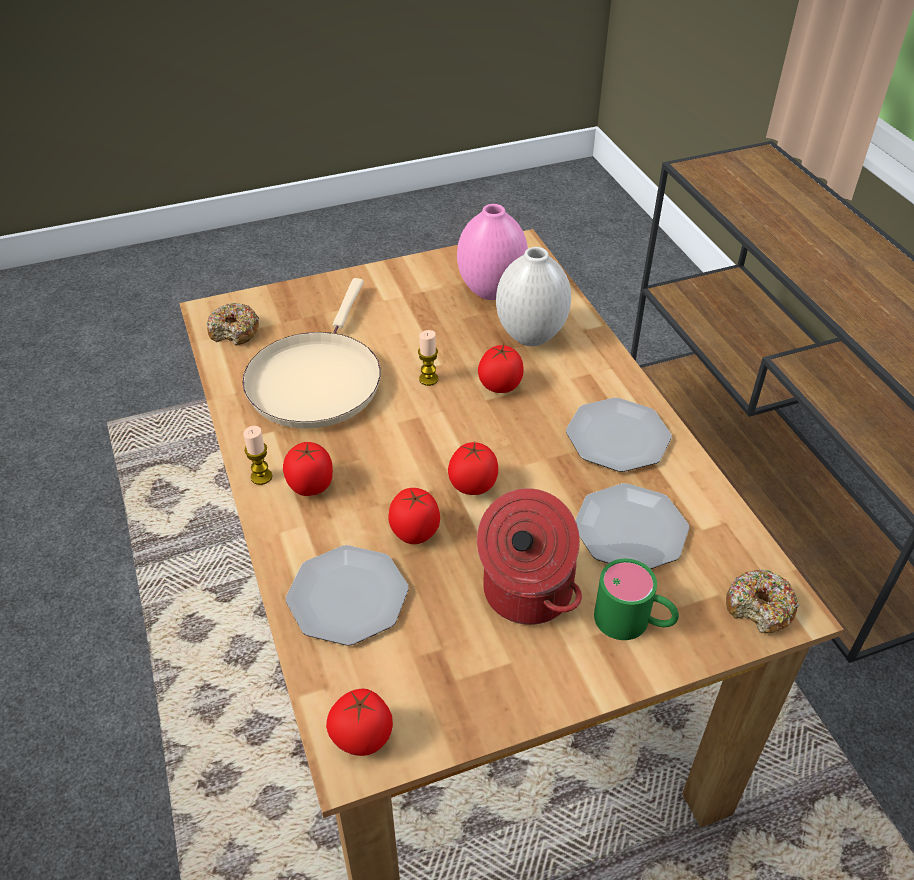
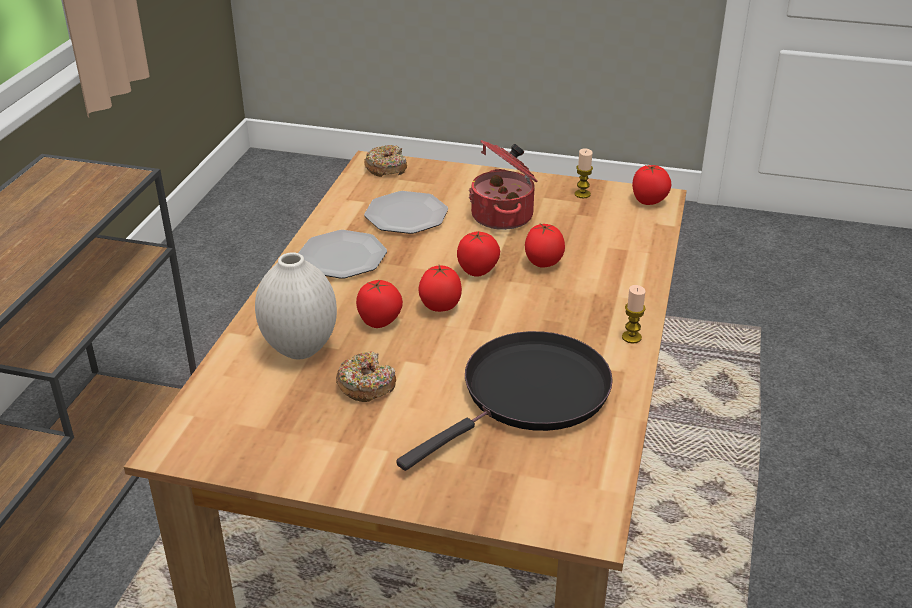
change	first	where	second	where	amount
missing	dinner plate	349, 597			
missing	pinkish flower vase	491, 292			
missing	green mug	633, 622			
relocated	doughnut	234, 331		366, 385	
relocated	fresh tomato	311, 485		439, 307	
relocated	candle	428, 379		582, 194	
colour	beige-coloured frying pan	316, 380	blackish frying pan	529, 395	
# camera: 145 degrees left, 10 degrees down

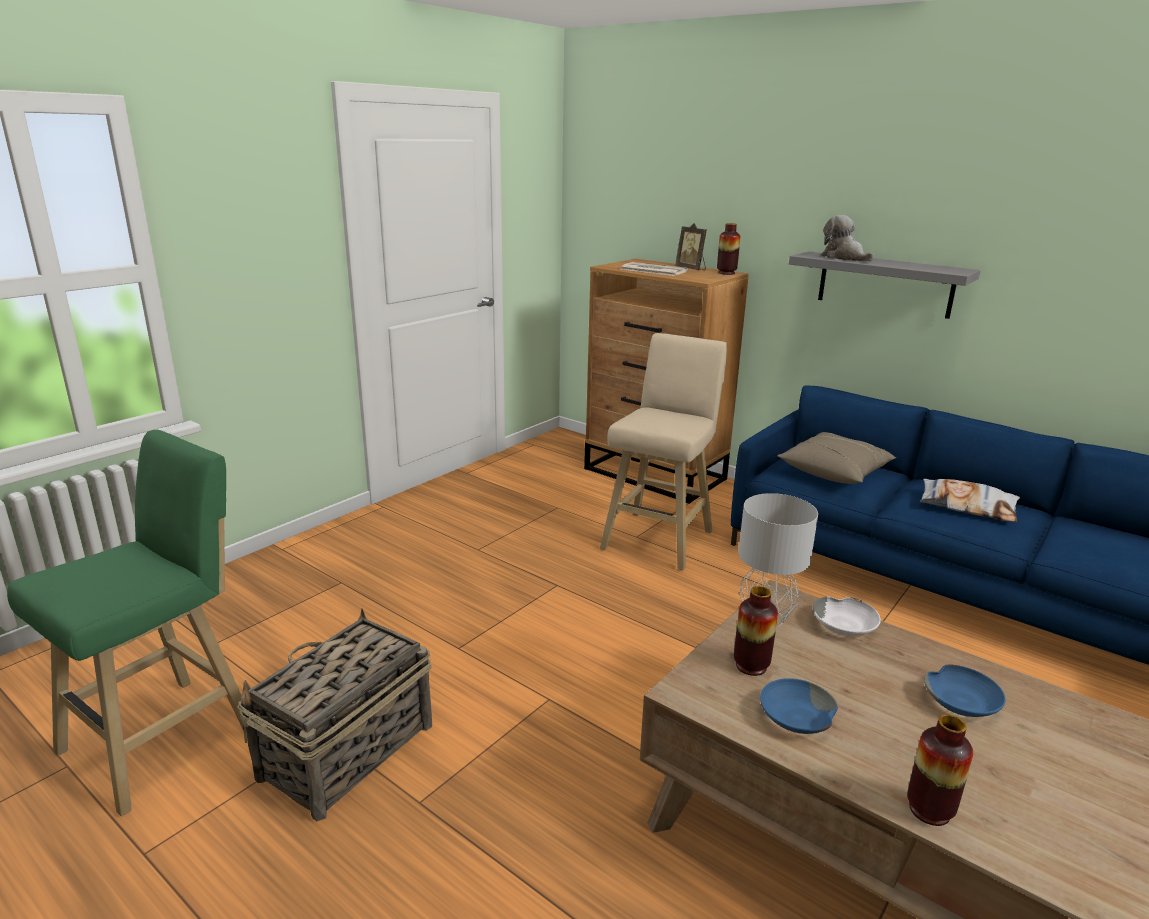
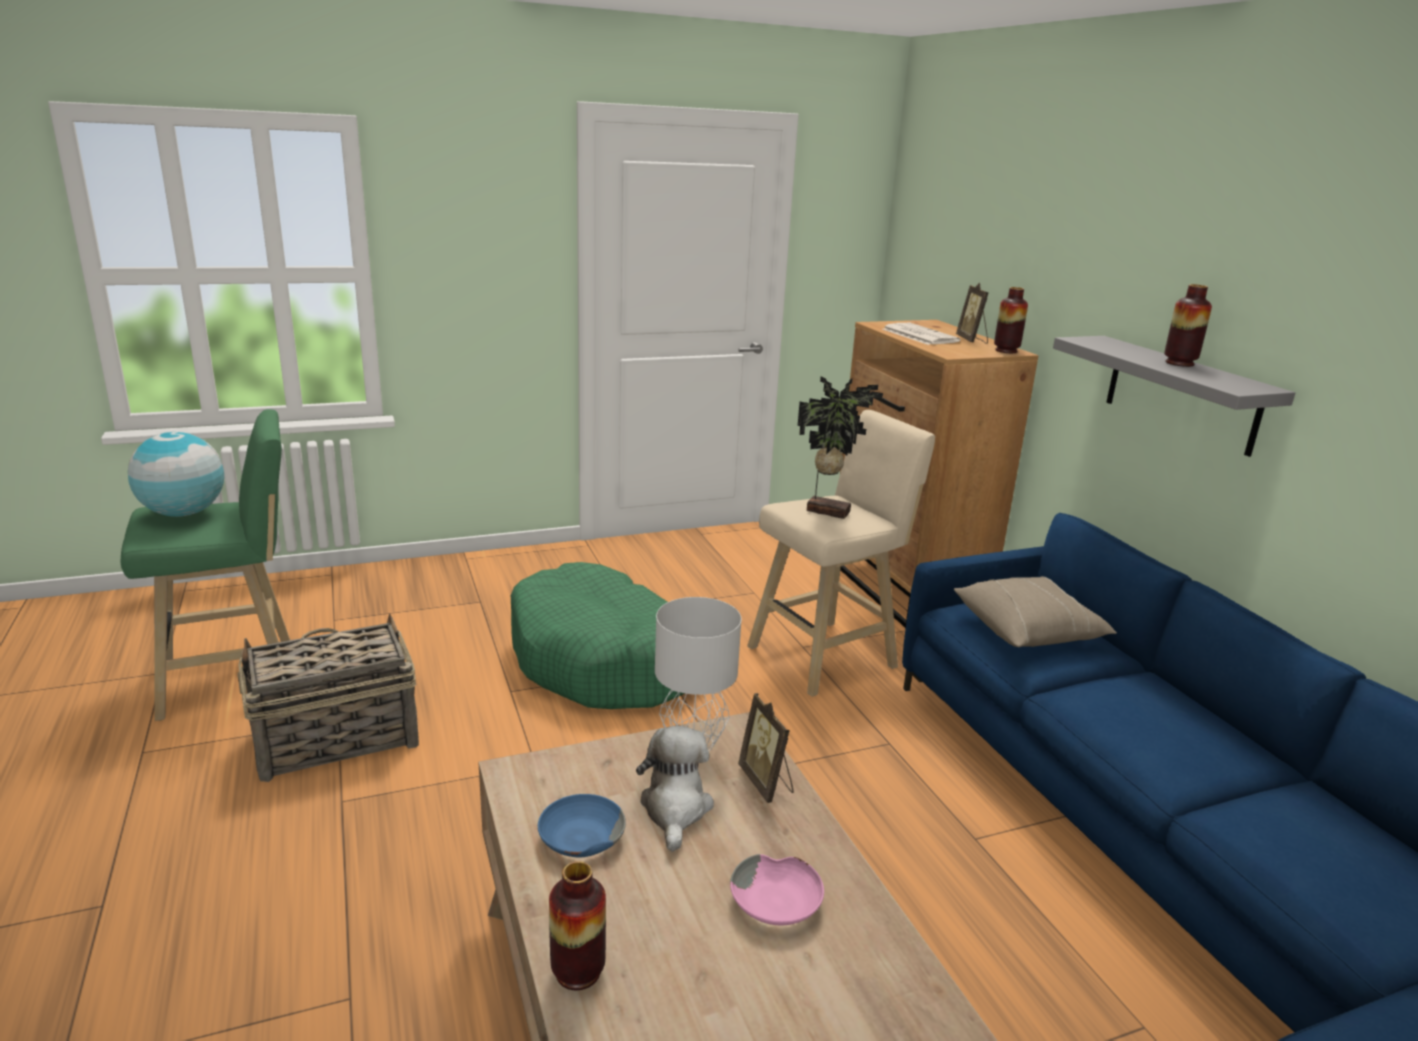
change	first	where	second	where	amount
missing	pillow	967, 506			
appeared			world globe	184, 513	
appeared			green dog cushion	606, 661	
appeared			potted plant	828, 510	
relocated	flower vase	751, 666		1179, 363	
relocated	soft toy	844, 258		675, 808	
exchanged	white-coloured serving bowl	845, 625	standing frame	766, 782	
colour	blue-coloured serving bowl	962, 701	pinkish serving bowl	777, 903	
# camera: 30 degrees right, 0 degrees up

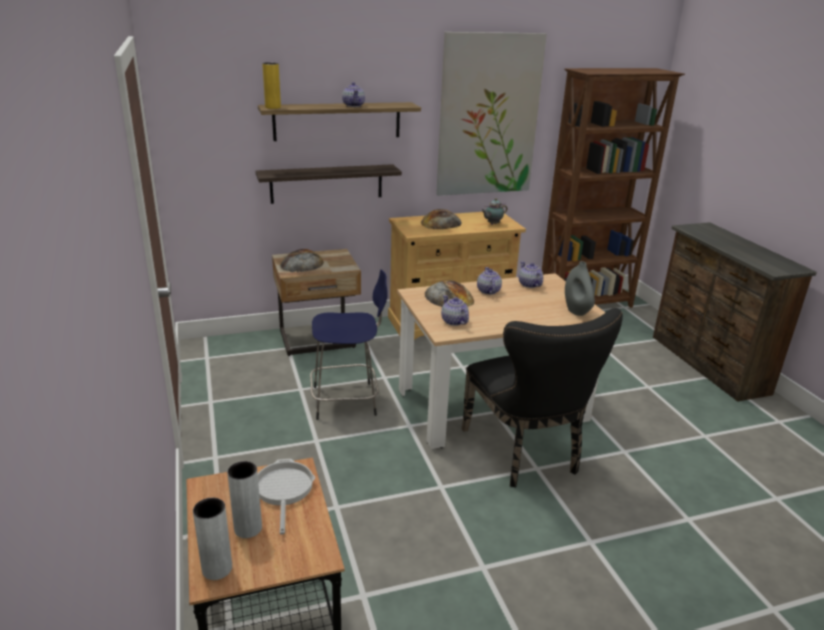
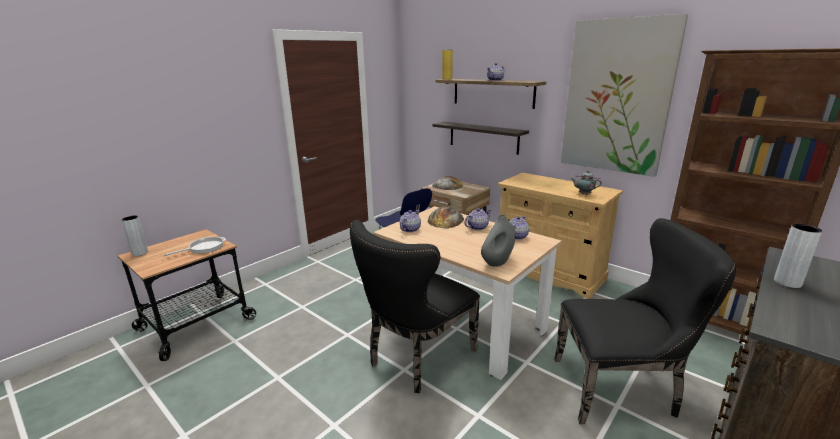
change	first	where	second	where	amount
missing	baked bread	441, 223			
appeared			blackish upright chair	621, 388	
relocated	greyish flower vase	248, 528		787, 282	
# camera: 60 degrees right, 5 degrees down

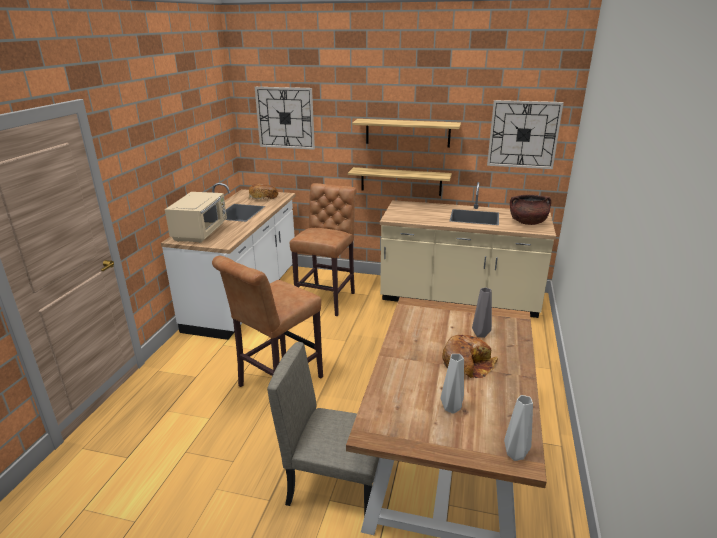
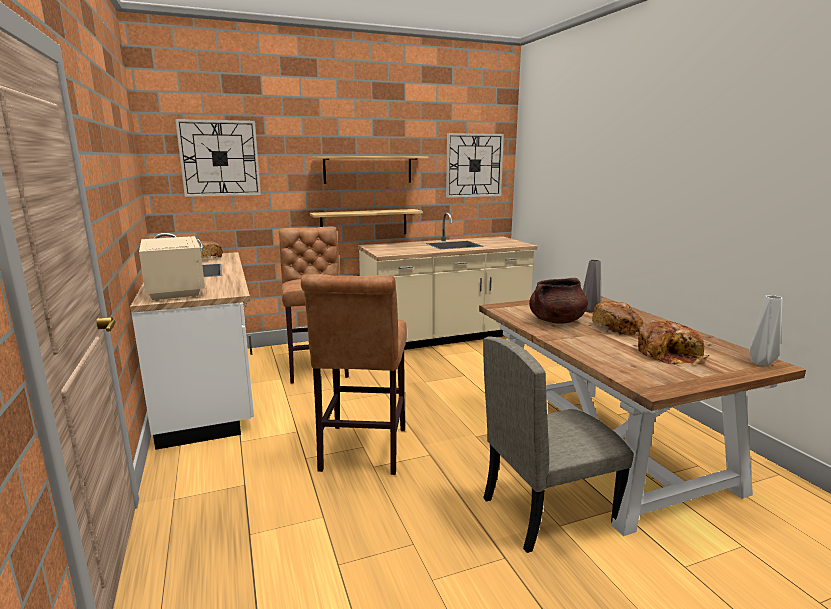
change	first	where	second	where	amount
relocated	brownish saucepot	527, 222		556, 321	
exchanged	greyish flower vase	452, 409	baked bread	669, 354	
# camera: 35 degrees left, 10 degrees down

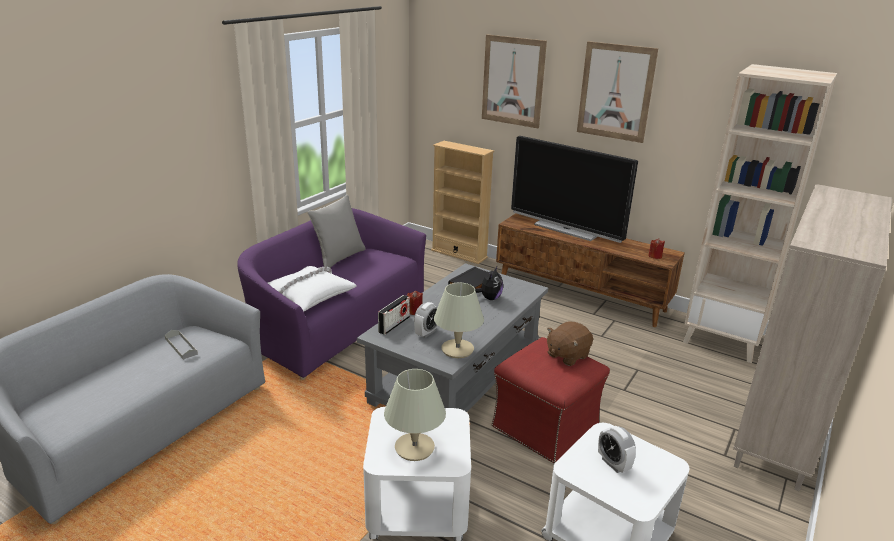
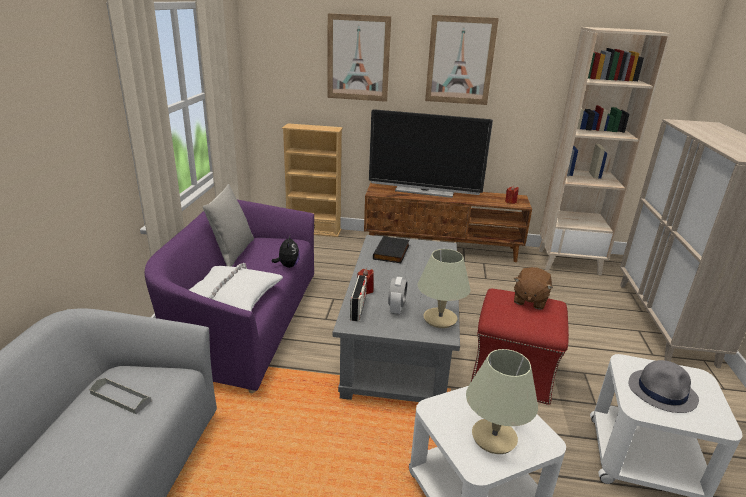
change	first	where	second	where	amount
relocated	soft toy	489, 298		288, 266	
exchanged	bedside clock	613, 464	greyish wearable hat	662, 391	
# camera: 25 degrees left, 0 degrees up

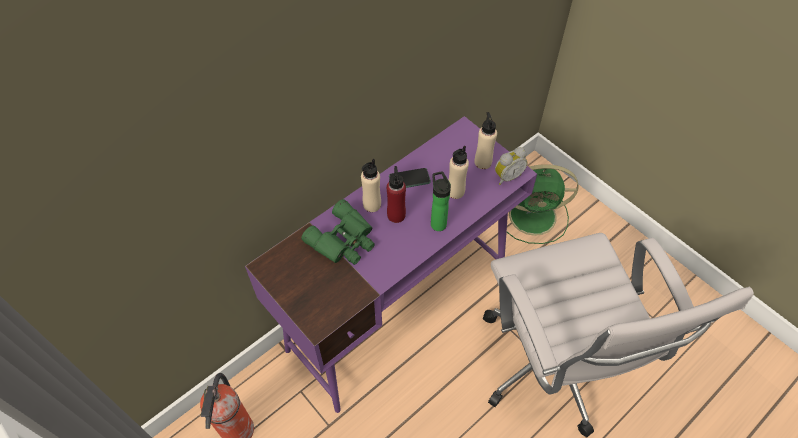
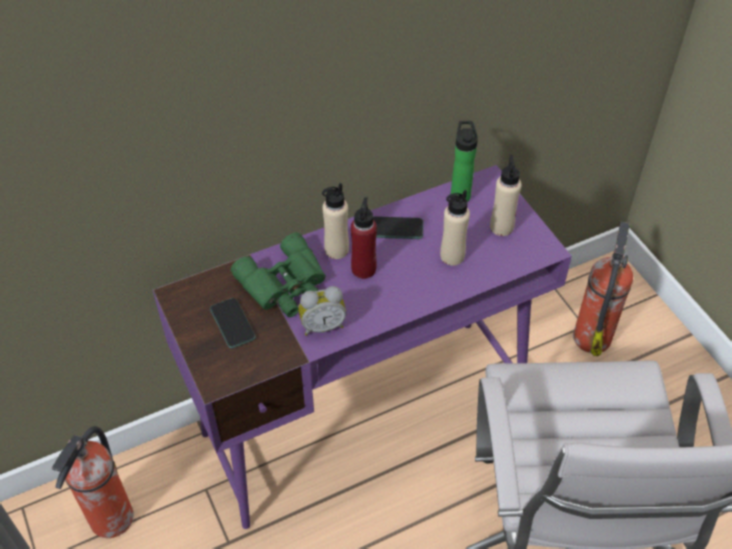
change	first	where	second	where	amount
appeared			handset	232, 323	
relocated	drink bottle	437, 222		460, 194	
relocated	bedside clock	507, 176		322, 325	
exchanged	green fan	534, 215	fire extinguisher	592, 336	
# camera: 15 degrees right, 5 degrees down

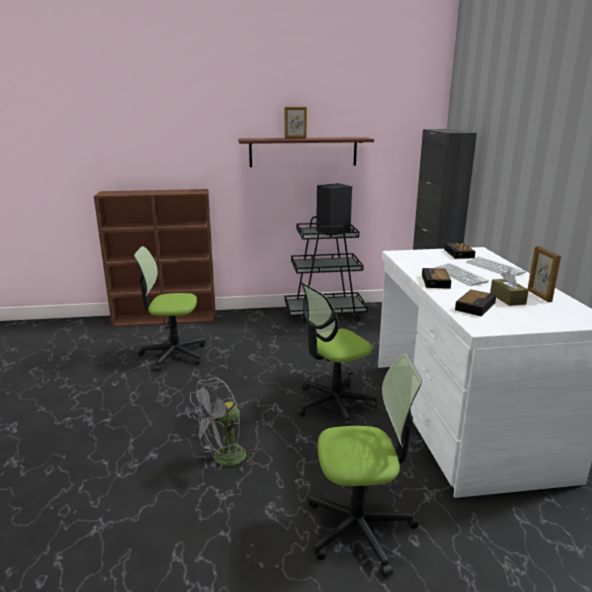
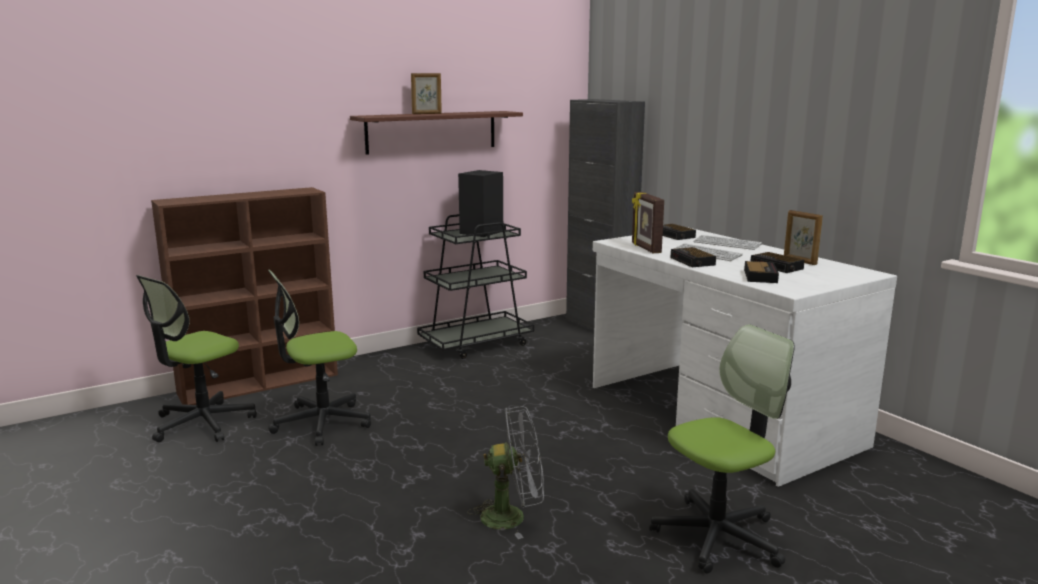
change	first	where	second	where	amount
appeared			standing frame	645, 248	
relocated	office chair	334, 404		202, 423	
exchanged	brownish tissue holder	507, 298	bedside clock	777, 267	
spun	greyish fan	223, 460		512, 516	120 degrees counterclockwise
# camera: 25 degrees left, 5 degrees down

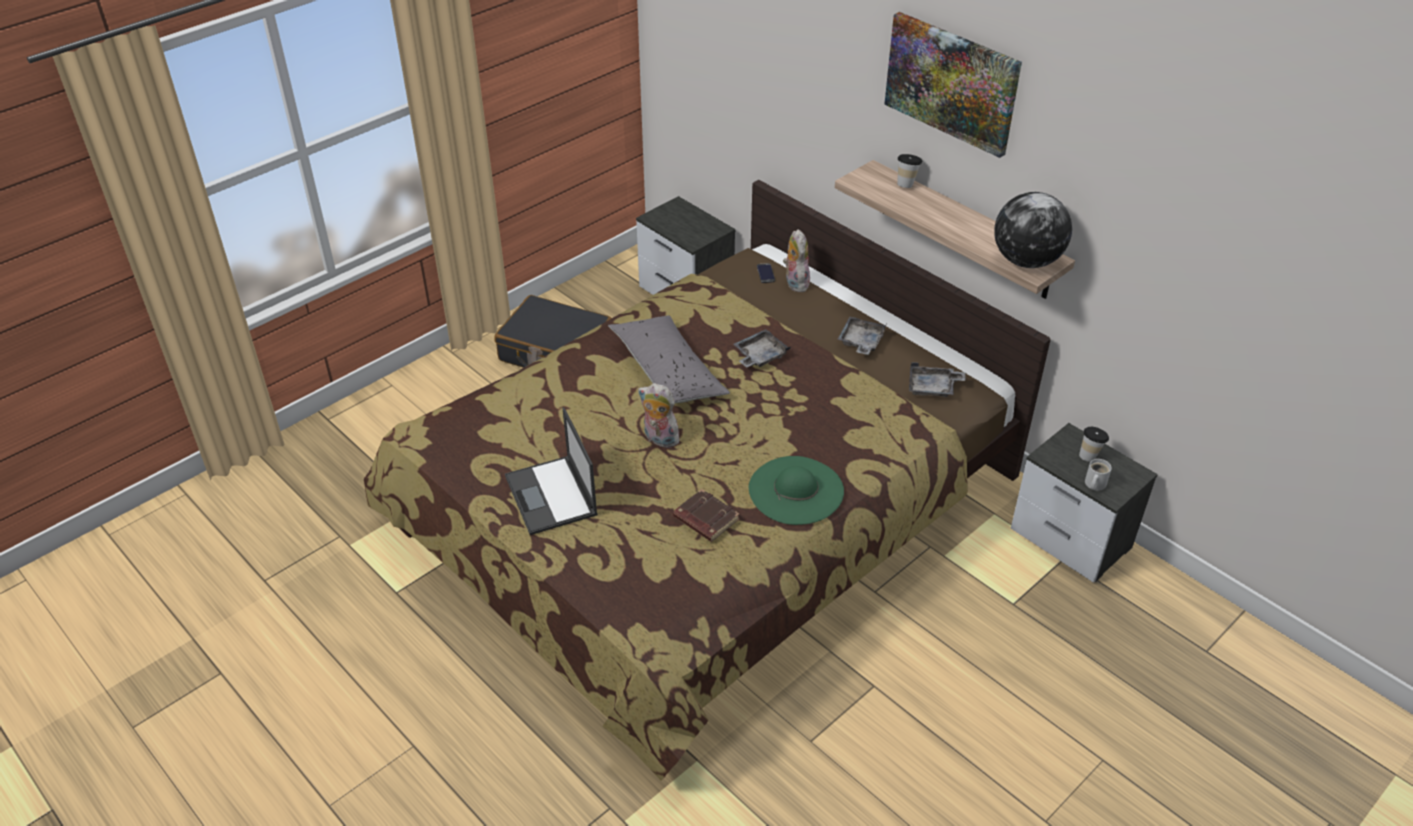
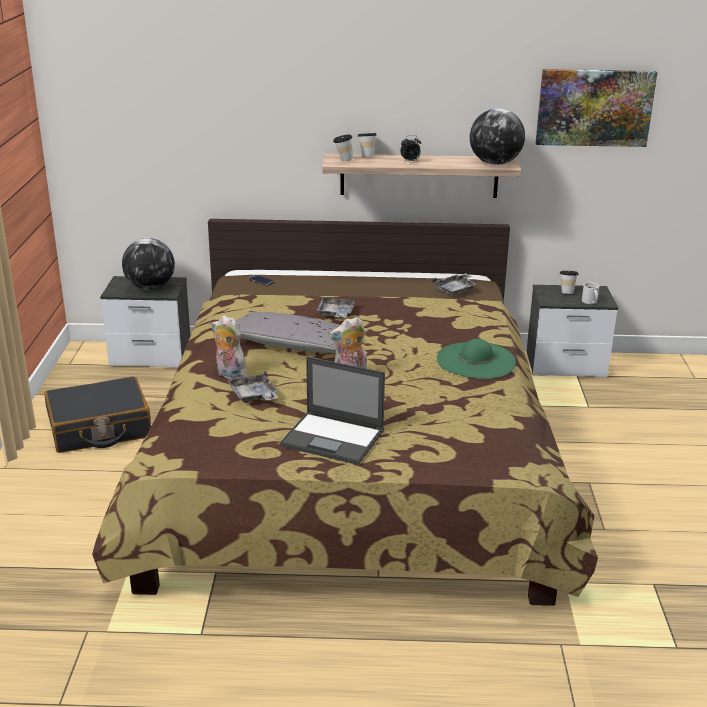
change	first	where	second	where	amount
missing	brownish bound book	705, 519			
appeared			world globe	150, 287	
appeared			drinking cup	343, 160	
appeared			bedside clock	410, 161	
relocated	soft toy	795, 282		229, 375	
relocated	greyish carrying tray	861, 342		254, 396	
relocated	wall art	952, 82		594, 107	
# camera: 45 degrees left, 15 degrees down

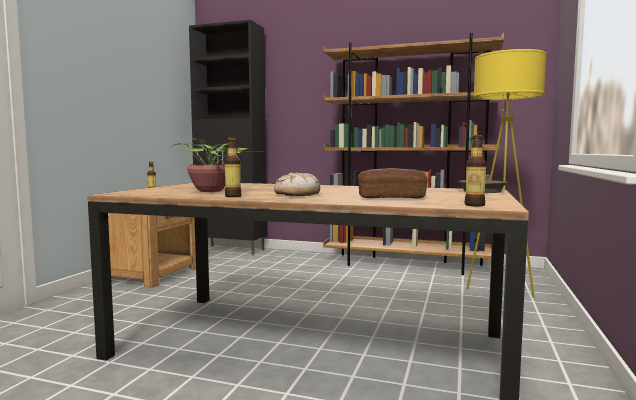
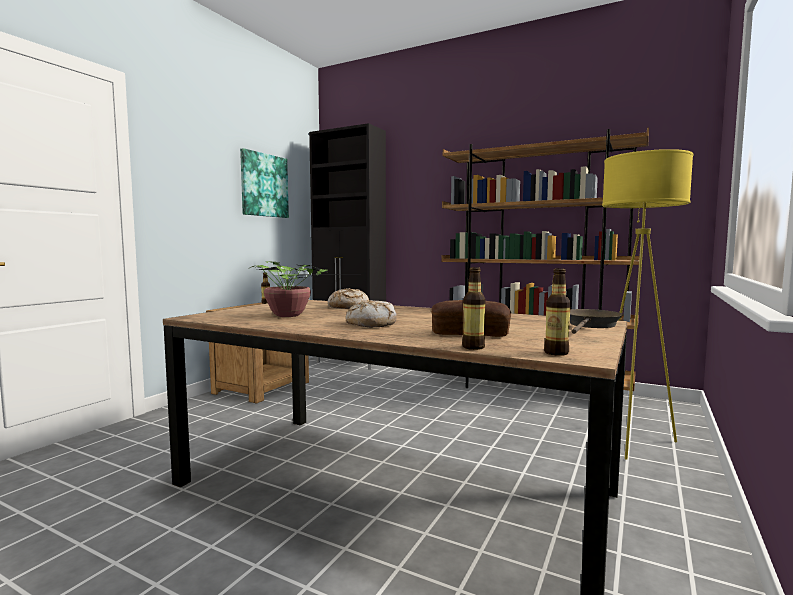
change	first	where	second	where	amount
appeared			wall art	264, 185	
appeared			baked bread	348, 307	
relocated	drink bottle	233, 196		473, 347	
# camera: 10 degrees right, 0 degrees up

